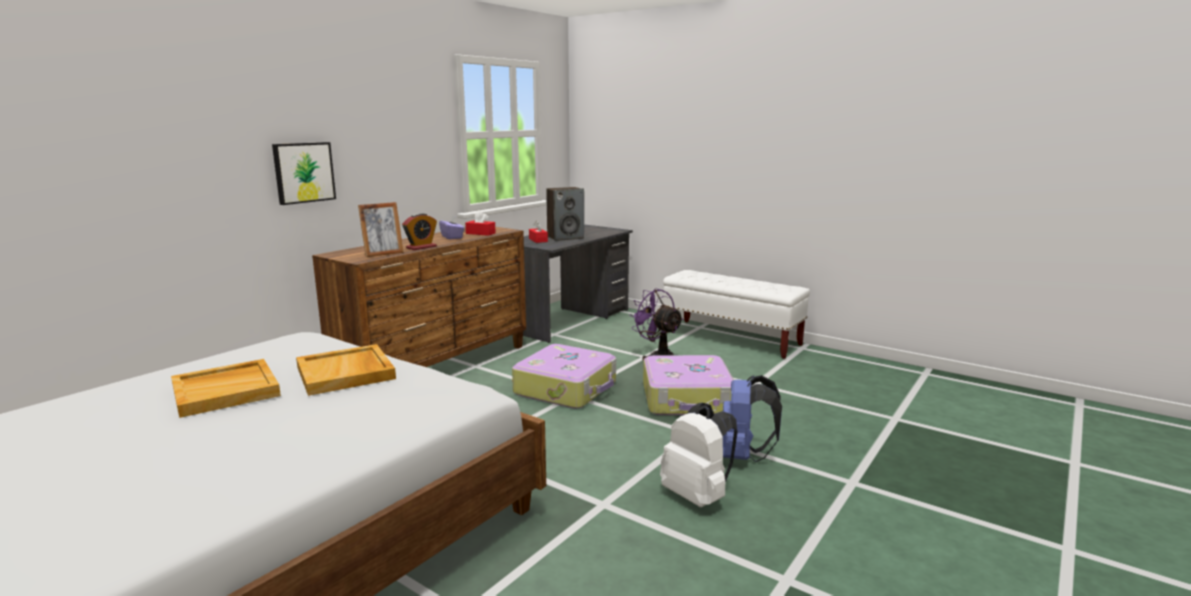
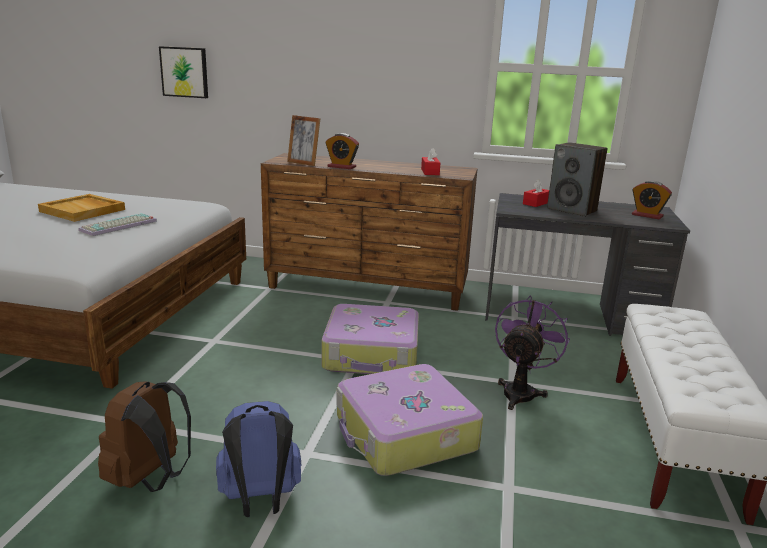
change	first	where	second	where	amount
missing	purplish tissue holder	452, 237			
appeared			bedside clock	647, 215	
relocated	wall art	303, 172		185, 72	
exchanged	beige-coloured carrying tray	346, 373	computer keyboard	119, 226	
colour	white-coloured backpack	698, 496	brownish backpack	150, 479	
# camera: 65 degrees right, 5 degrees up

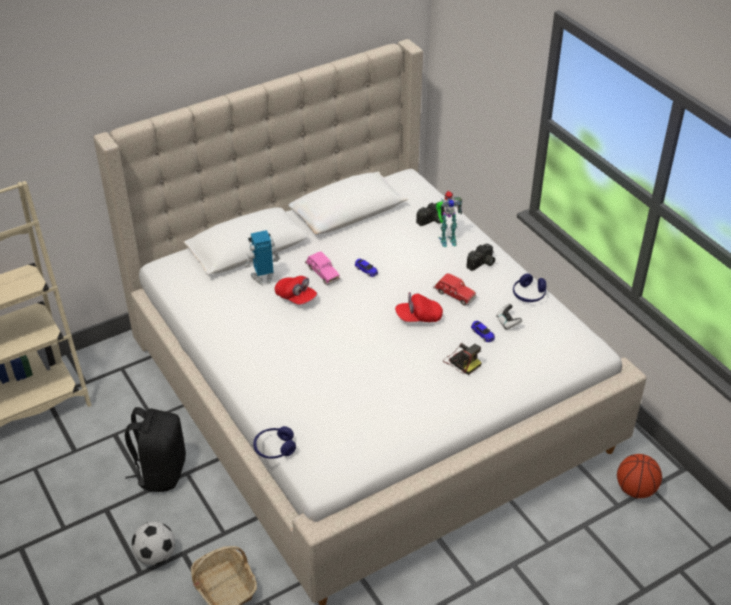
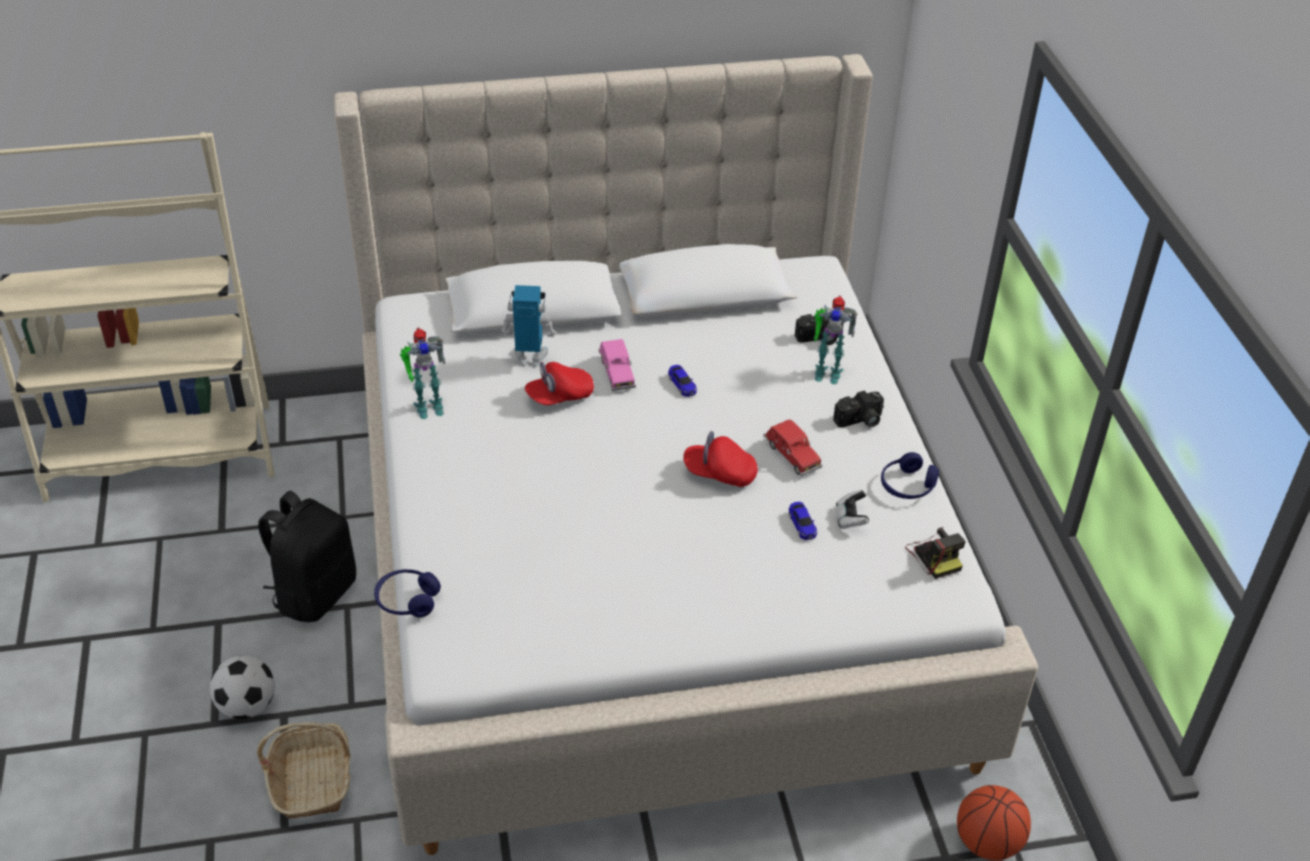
change	first	where	second	where	amount
appeared			toy robot	427, 405	
relocated	photo camera	462, 361		934, 556	
spun	red-coloured peaked cap	296, 297		559, 396	90 degrees clockwise
# camera: 20 degrees right, 0 degrees up

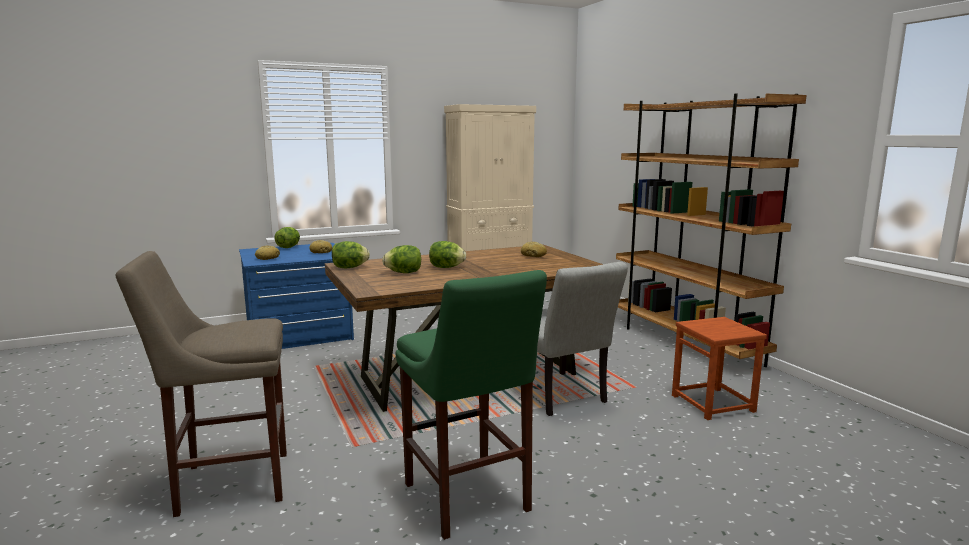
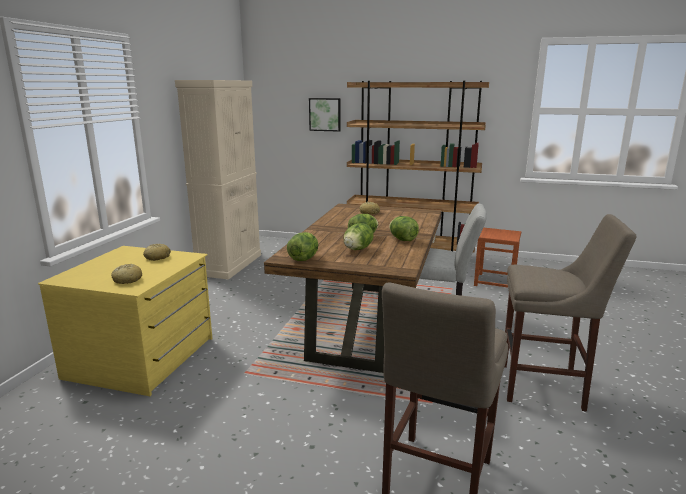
change	first	where	second	where	amount
appeared			wall art	325, 114	
relocated	lettuce head	288, 247		402, 239	
colour	blue-coloured drawer chest	299, 334	yellow-coloured drawer chest	143, 358	
colour	green stool	468, 501	beige-coloured stool	546, 387	
# camera: 50 degrees left, 5 degrees up

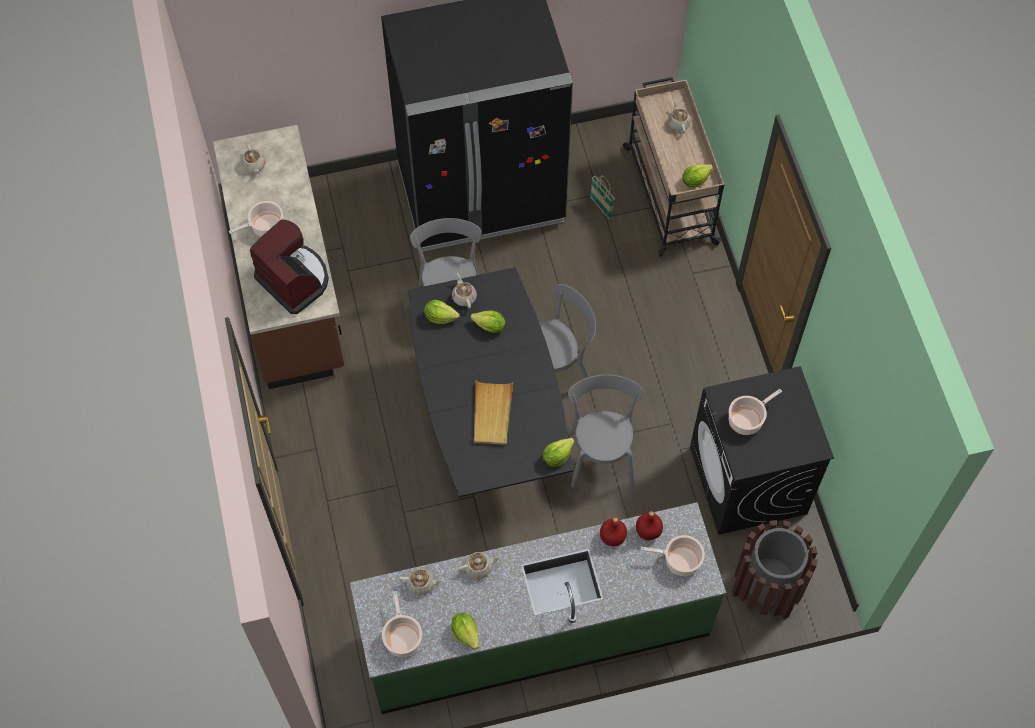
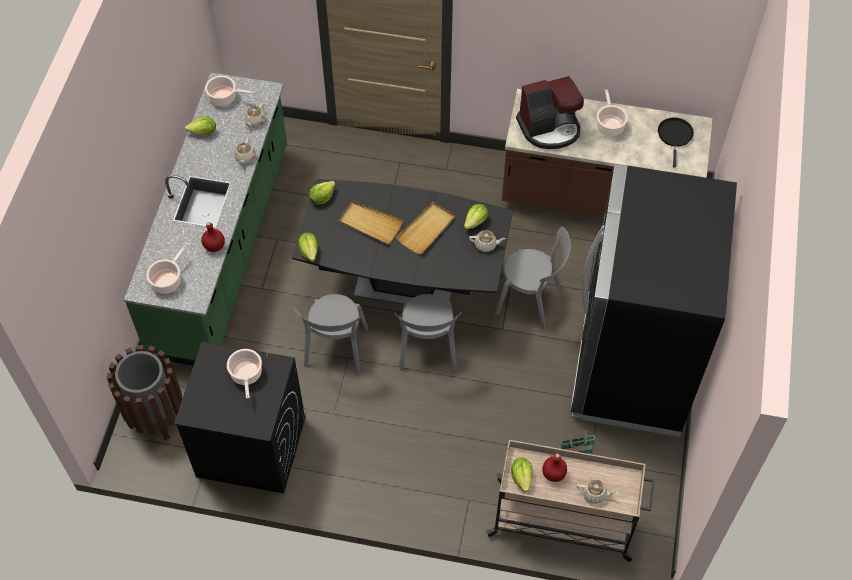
change	first	where	second	where	amount
appeared			beige-coloured carrying tray	426, 229	
relocated	lettuce head	490, 327		322, 198	
relocated	red-coloured drink bottle	647, 531		554, 473	
exchanged	beige-coloured tea pot	254, 165	blackish frying pan	675, 136	
spun	greyish upright chair	601, 454		335, 350	75 degrees clockwise
# camera: 115 degrees right, 5 degrees down

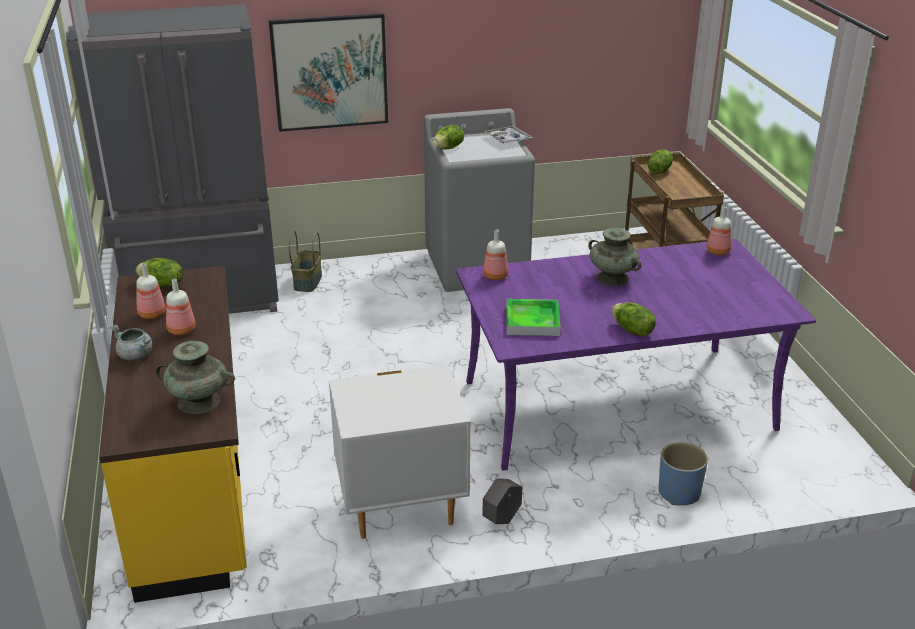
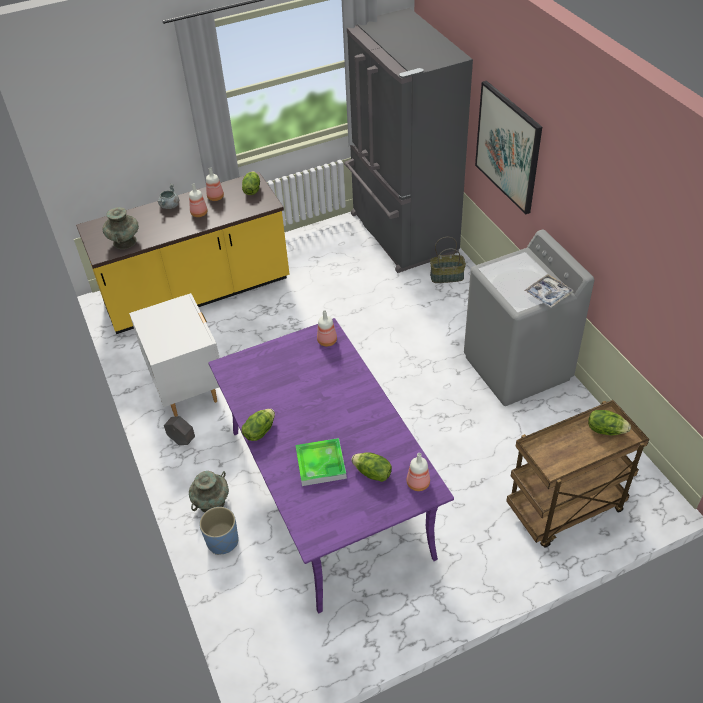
change	first	where	second	where	amount
relocated	lettuce head	448, 148		372, 473	
relocated	carrying tray	532, 321		321, 464	
relocated	turquoise flower vase	612, 278		212, 502	
# camera: 80 degrees right, 15 degrees up

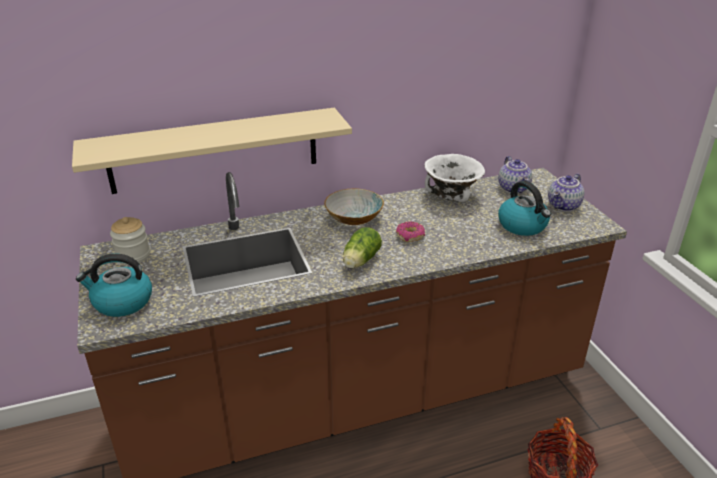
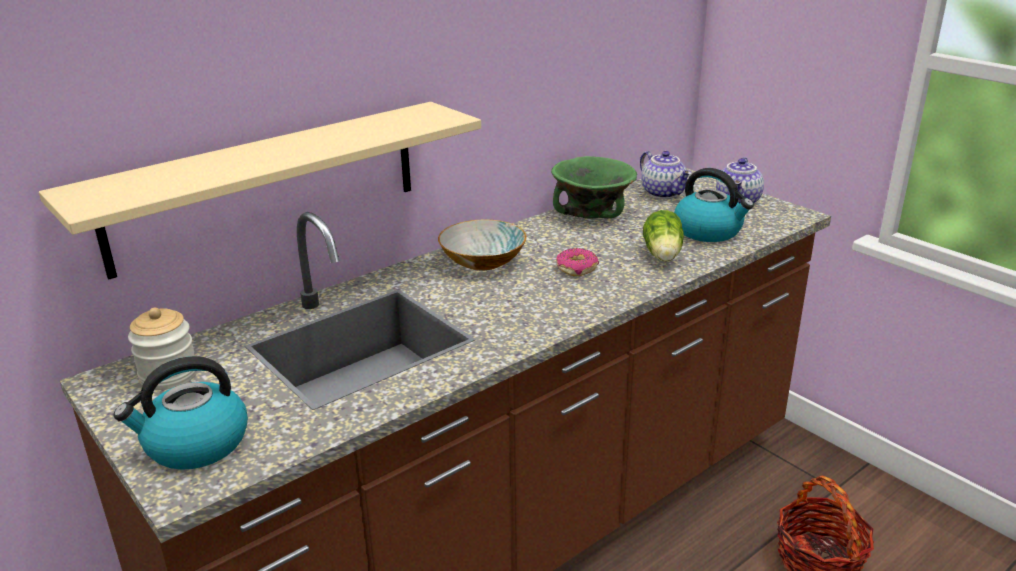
change	first	where	second	where	amount
relocated	lettuce head	360, 261		662, 255	
colour	white-coloured serving bowl	451, 195	green serving bowl	591, 213	
# camera: 20 degrees left, 5 degrees down

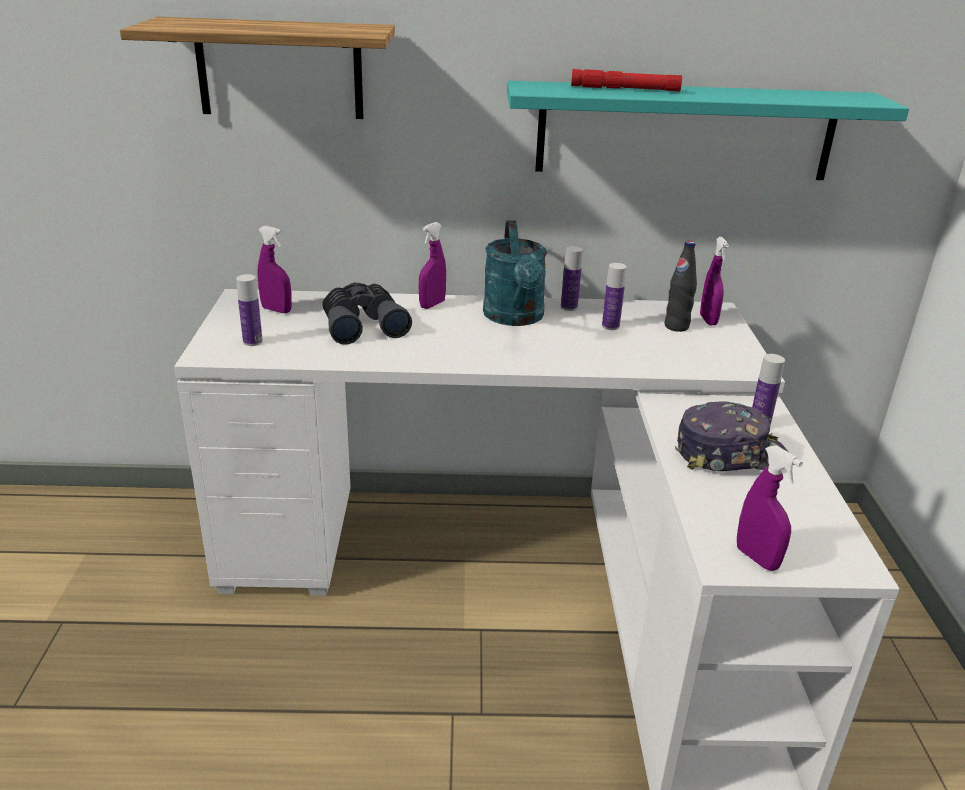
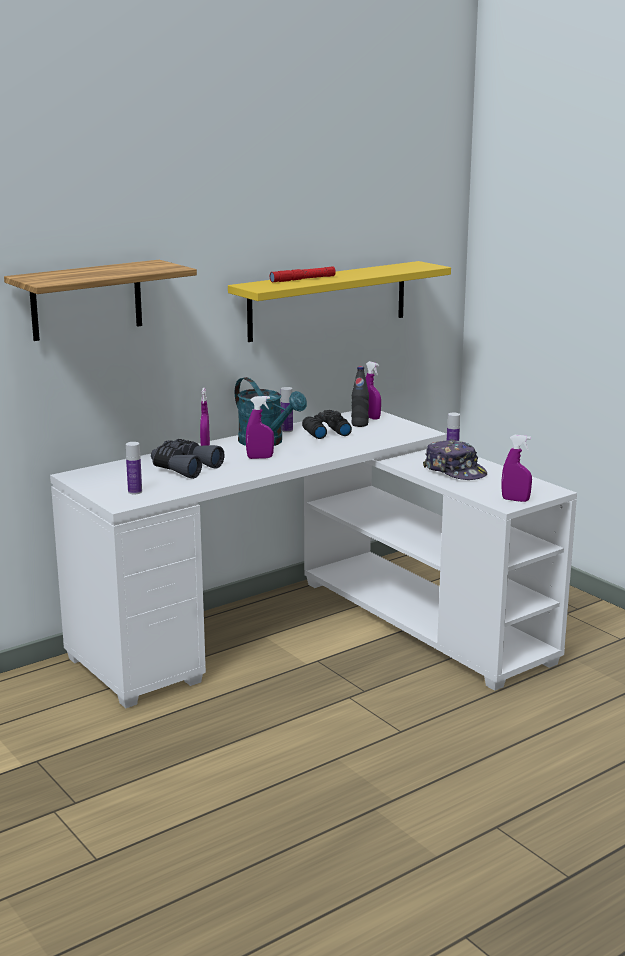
change	first	where	second	where	amount
relocated	purplish sprayer	276, 310		260, 457	
exchanged	drink bottle	610, 326	blackish pair of binoculars	325, 433	
colour	turquoise bracket shelf	685, 131	yellow-coloured bracket shelf	328, 300	
spun	peaked cap	730, 454		455, 471	90 degrees clockwise
# camera: 35 degrees left, 10 degrees down

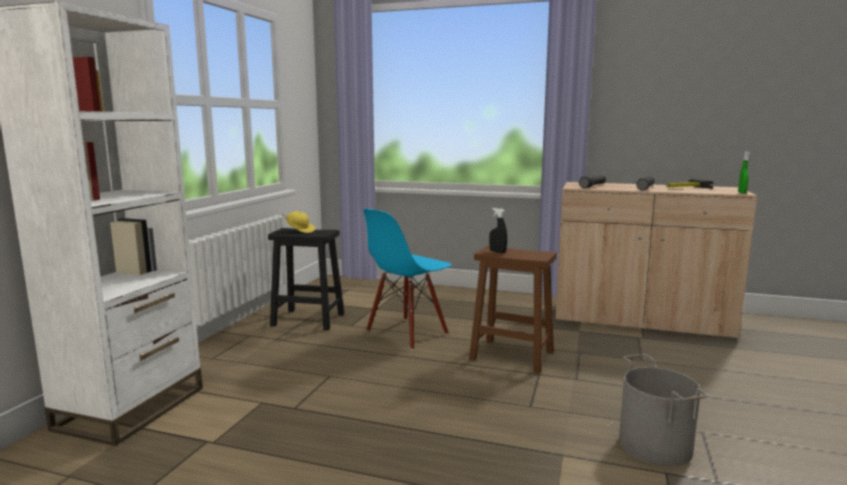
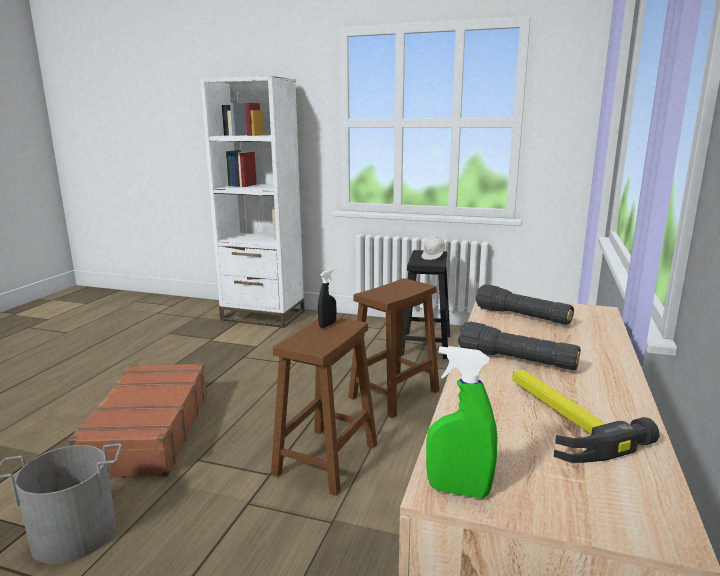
change	first	where	second	where	amount
appeared			brownish travel case	148, 432	
exchanged	blue-coloured upright chair	407, 333	brownish stool	395, 393	
colour	yellow-coloured peaked cap	300, 231	white-coloured peaked cap	433, 256	
# camera: 90 degrees right, 5 degrees up

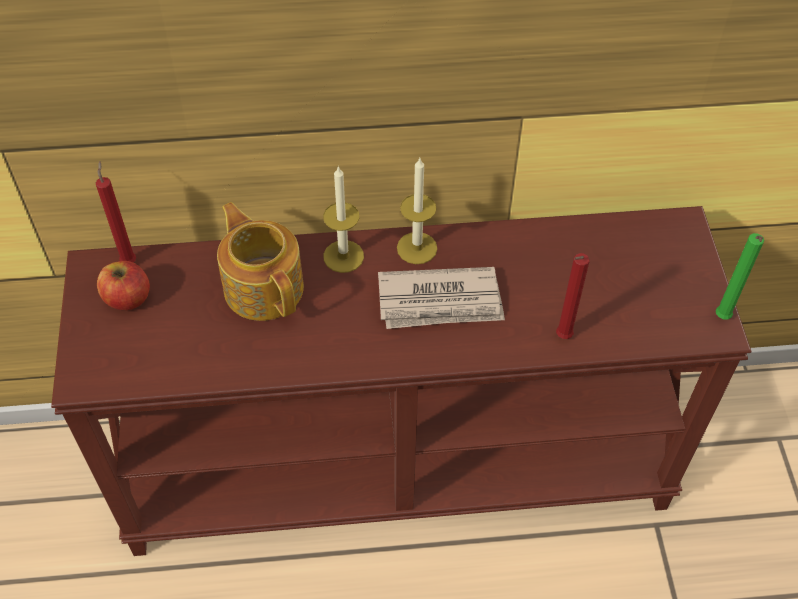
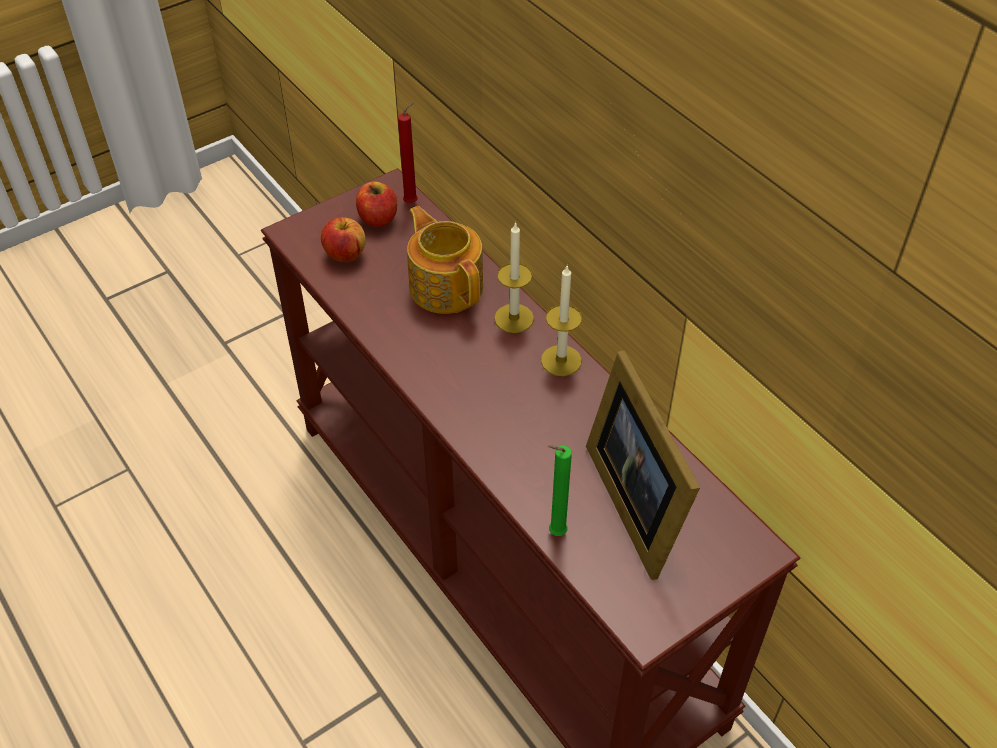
change	first	where	second	where	amount
missing	daily paper	440, 302			
missing	red-coloured candle	561, 337			
appeared			apple fruit	345, 254	
appeared			standing frame	638, 499	
relocated	green candle	722, 319		554, 533	
spun	tea pot	264, 286		446, 286	60 degrees counterclockwise
# camera: 60 degrees right, 5 degrees down

